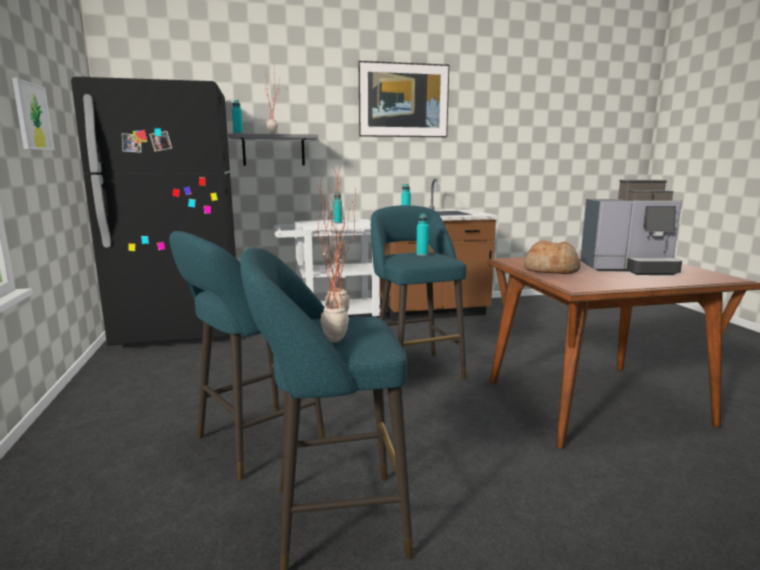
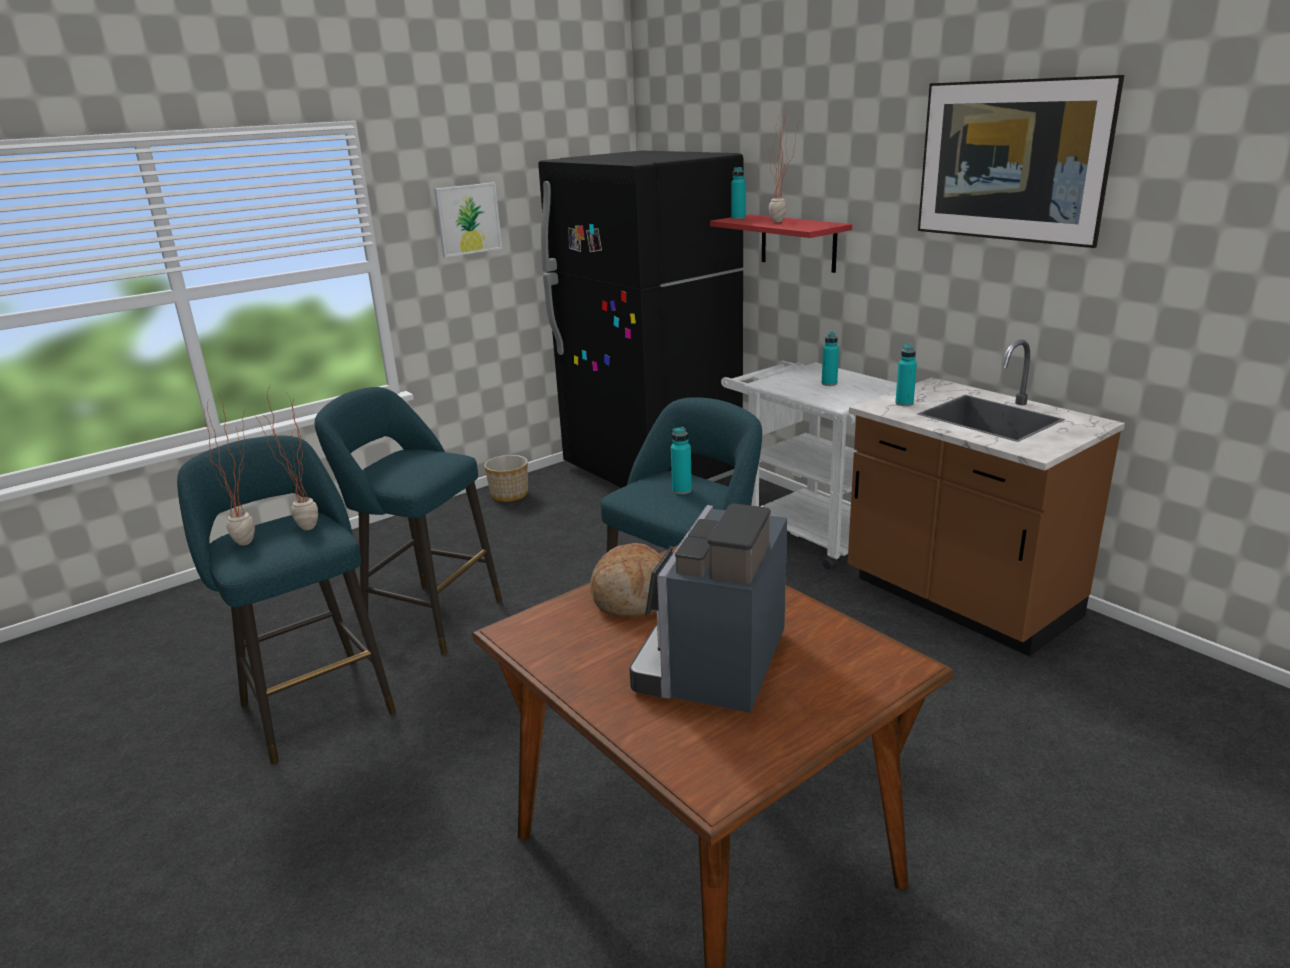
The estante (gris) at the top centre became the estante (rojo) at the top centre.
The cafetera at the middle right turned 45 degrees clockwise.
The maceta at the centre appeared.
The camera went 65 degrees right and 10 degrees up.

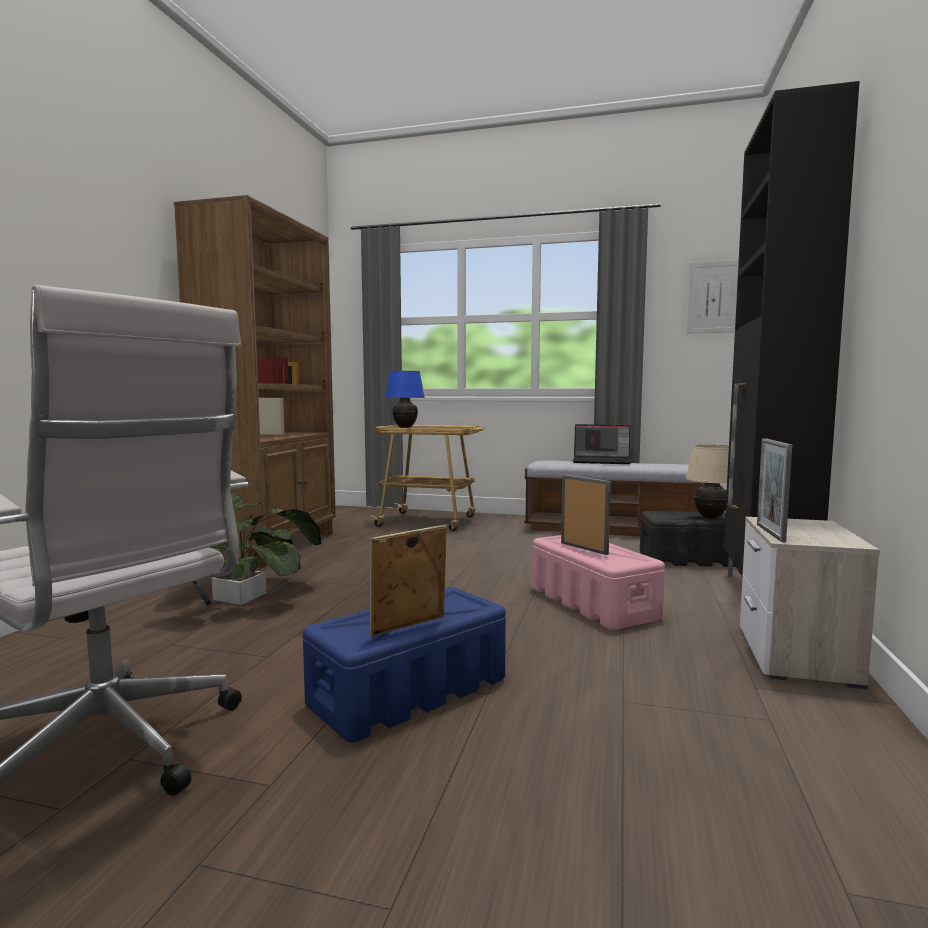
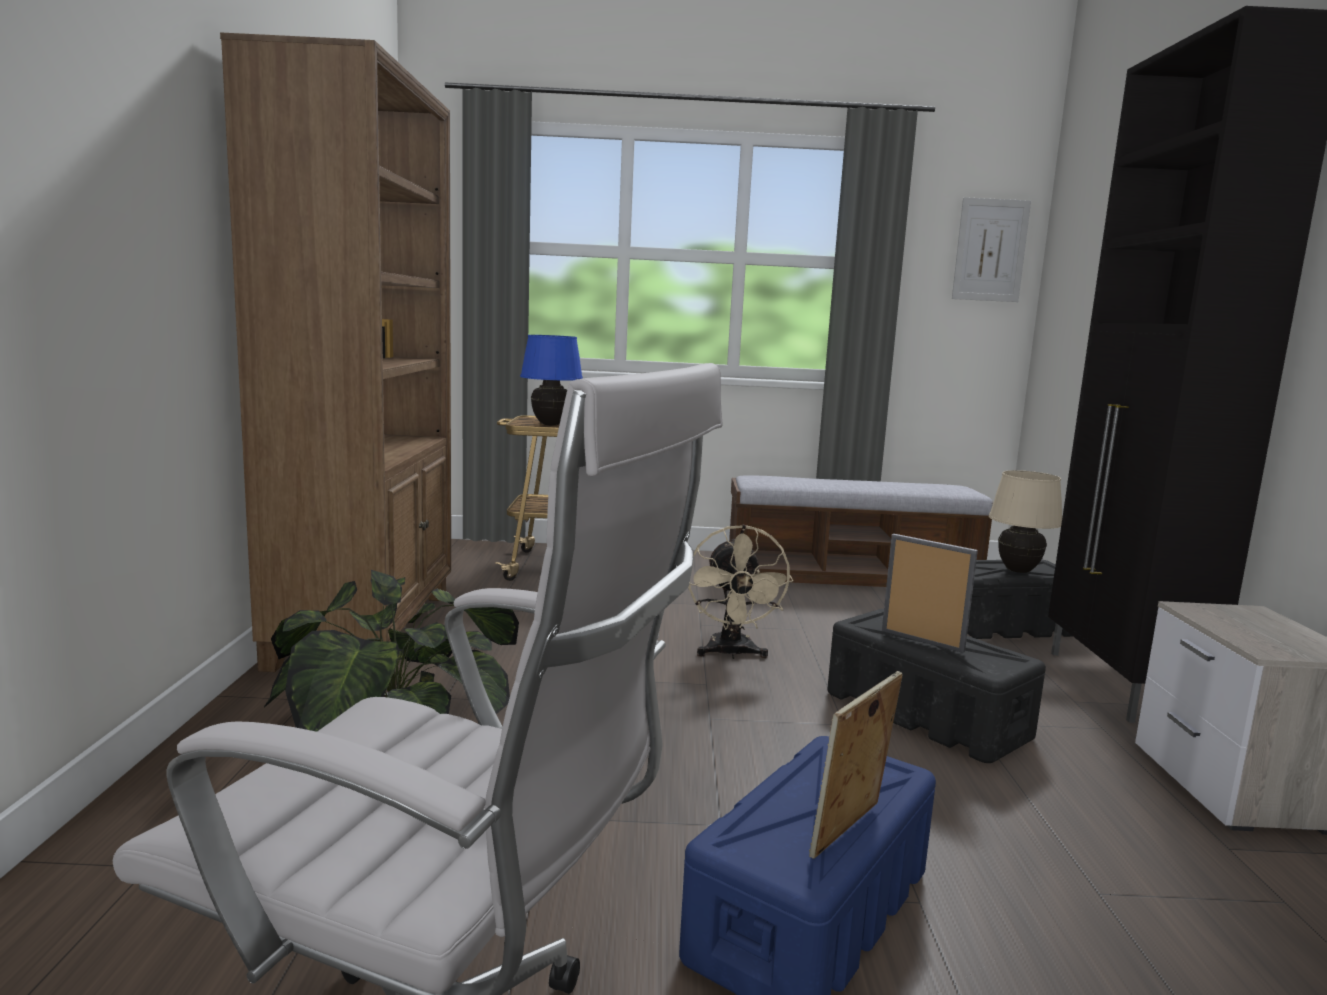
The caja de almacenaje (rosa) at the centre became the caja de almacenaje (negro) (1st from left) at the bottom right.
The portátil at the centre disappeared.
The portarretratos (3rd from left) at the middle right disappeared.
The ventilador (beis) at the centre appeared.
The camera went 15 degrees left and 5 degrees up.

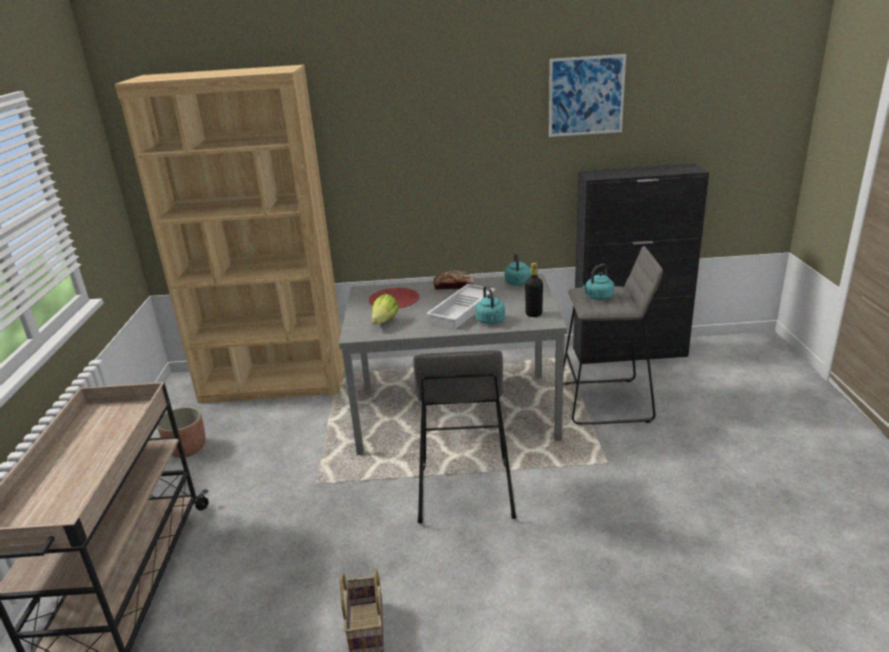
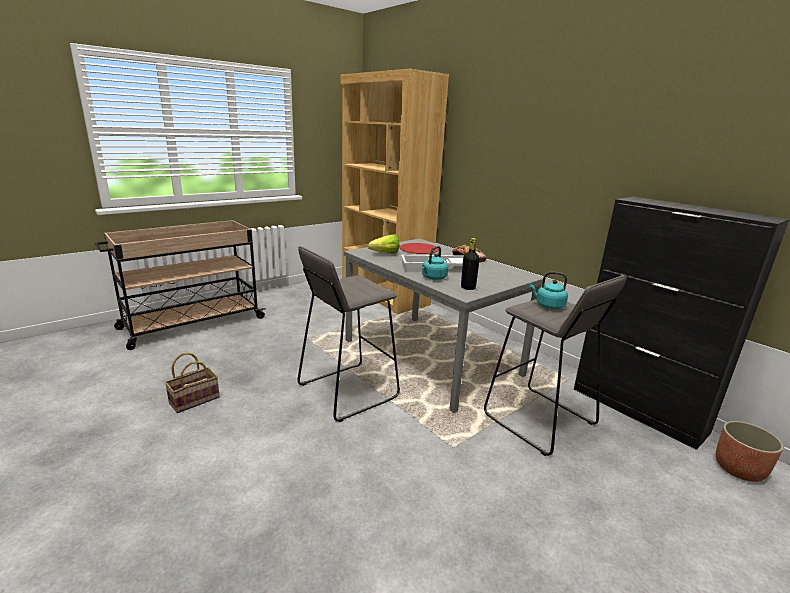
The maceta moved from the middle left to the bottom right.
The hervidor (turquesa) (2nd from left) at the centre disappeared.
The cuadro at the top centre disappeared.
The camera went 50 degrees right and 5 degrees down.

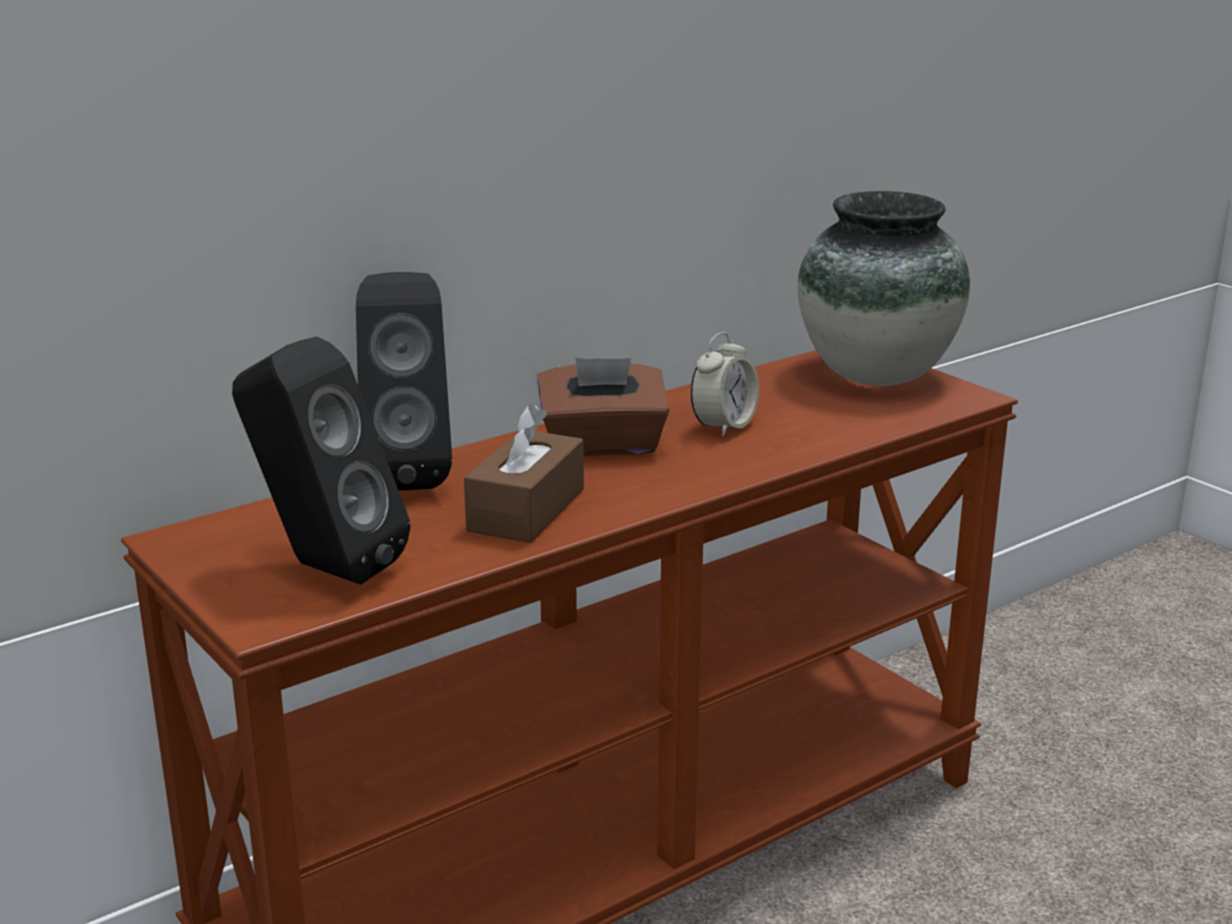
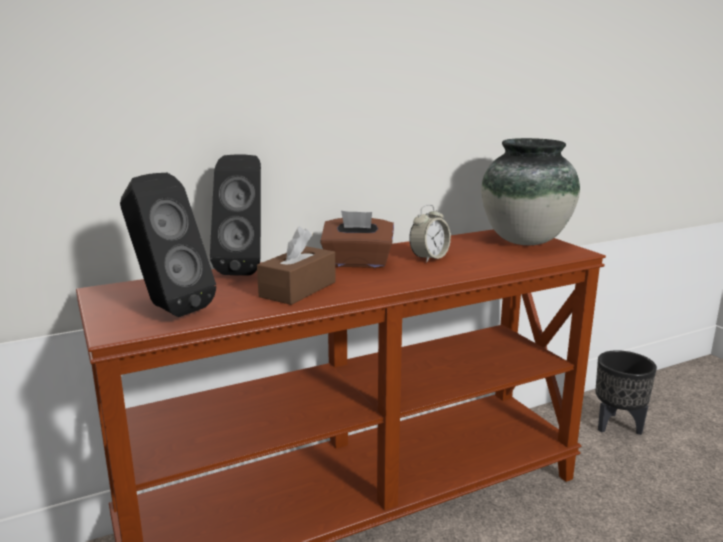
The maceta (negro) at the bottom right appeared.
The camera went 10 degrees right and 5 degrees down.

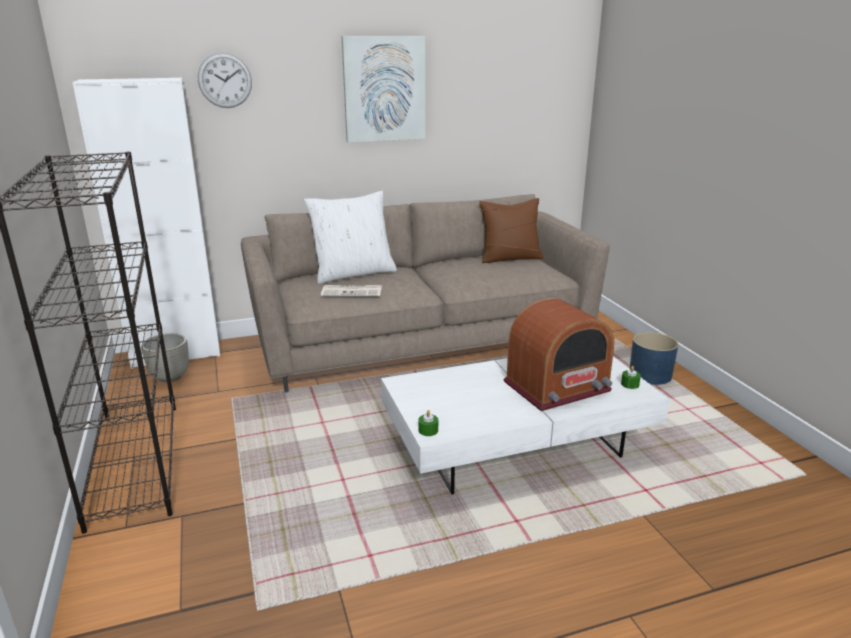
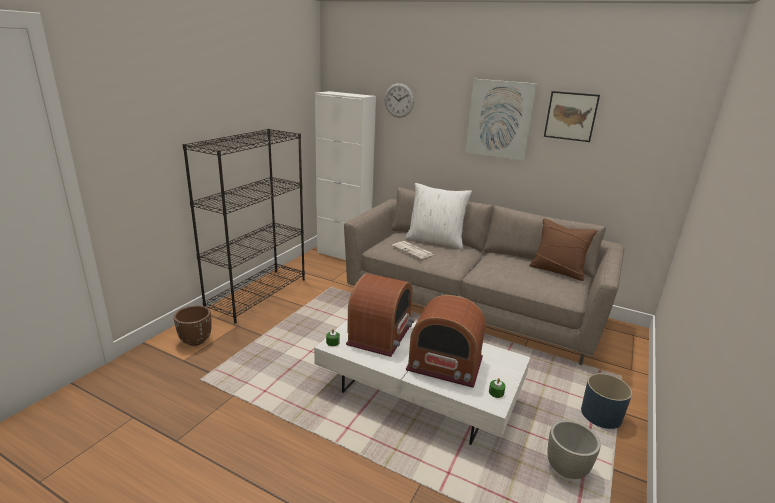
The maceta (gris) moved from the middle left to the bottom right.
The maceta (marrón) at the middle left appeared.
The radio (1st from left) at the centre appeared.
The cuadro (2nd from left) at the top right appeared.
The camera went 45 degrees right and 0 degrees up.

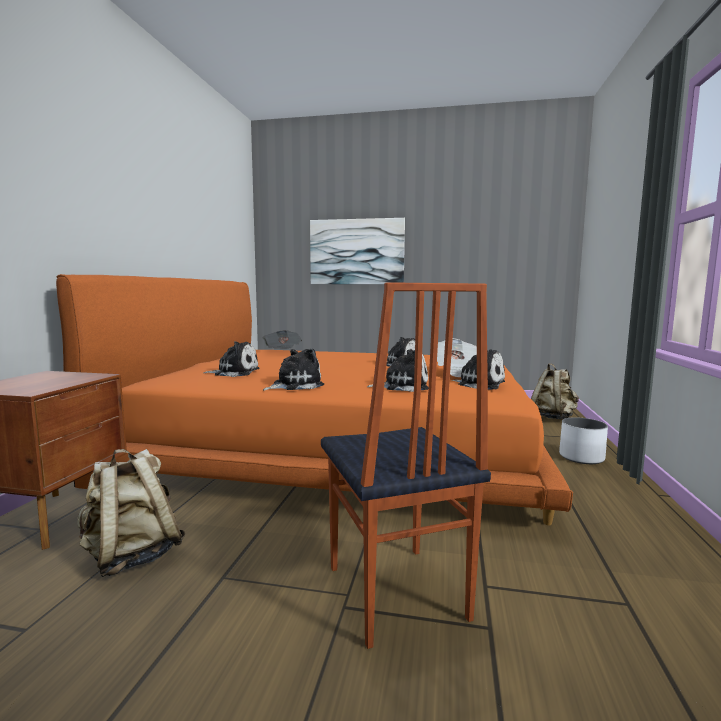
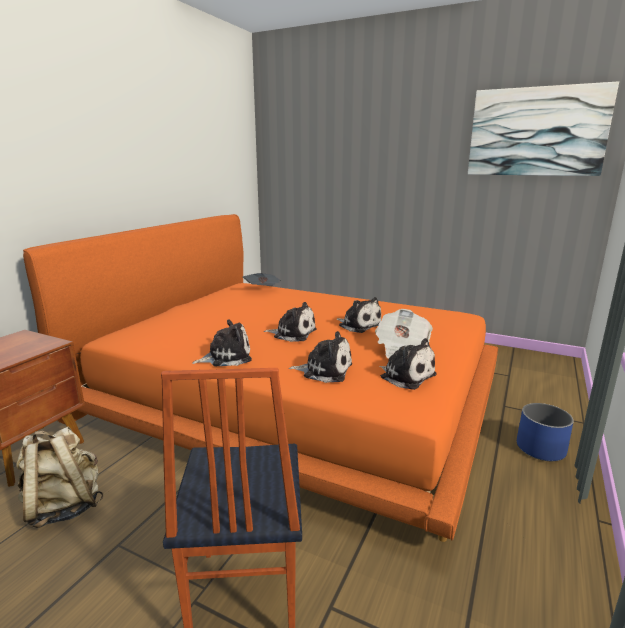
The peluche (1st from left in the first image) moved from the middle left to the centre.
The cuadro moved from the centre to the top right.
The mochila (beis) (2nd from left) at the middle right disappeared.
The maceta (blanco) at the middle right became the maceta (azul) at the bottom right.
The camera went 15 degrees right and 10 degrees up.

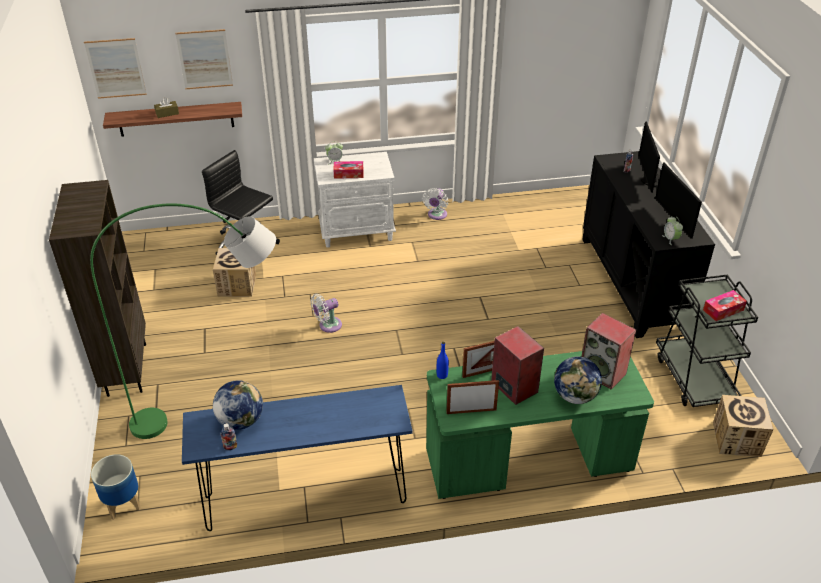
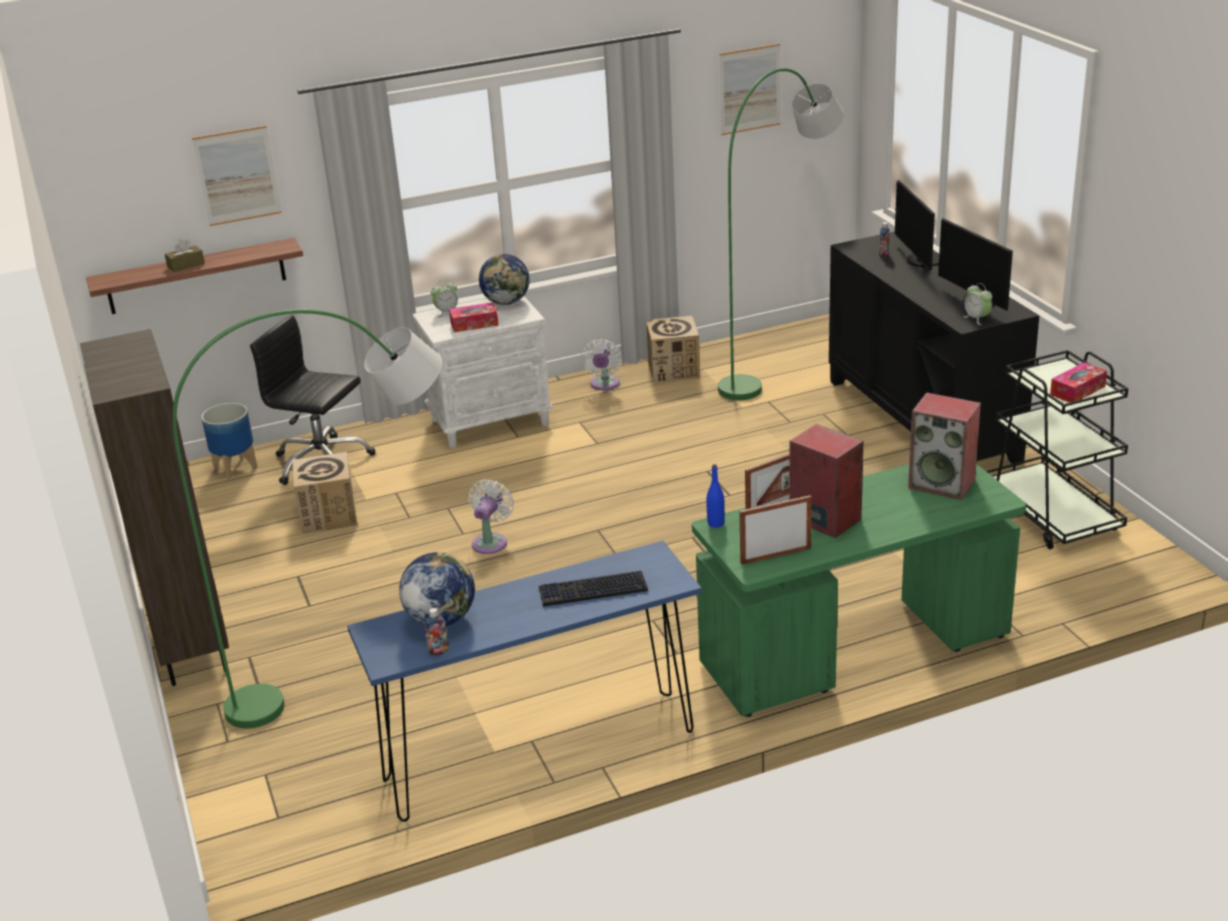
The cuadro (1st from left in the first image) moved from the top left to the top centre.
The maceta moved from the bottom left to the middle left.
The ventilador (blanco) (1st from left) at the centre turned 150 degrees clockwise.
The globo terráqueo (2nd from left) moved from the middle right to the top centre.
The caja de cartón (2nd from left) moved from the bottom right to the centre.
The teclado at the centre appeared.
The lámpara de pie (verde) (2nd from left) at the top centre appeared.
The camera went 10 degrees left and 10 degrees down.

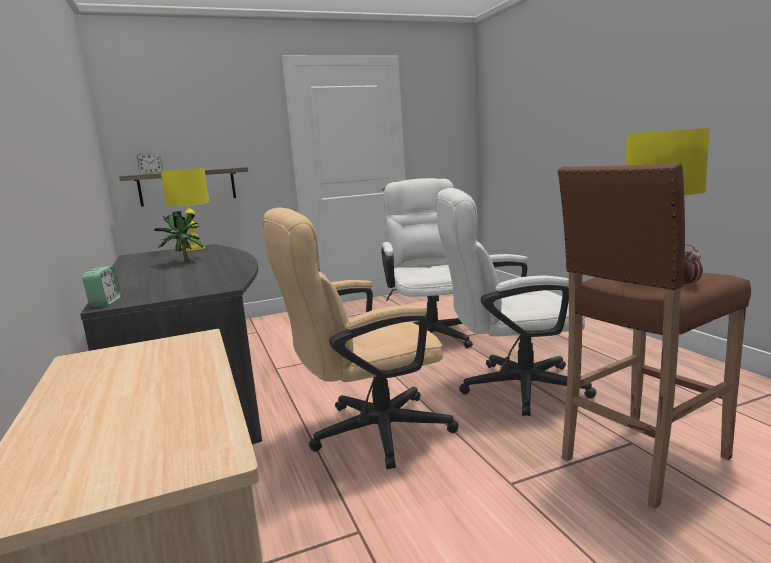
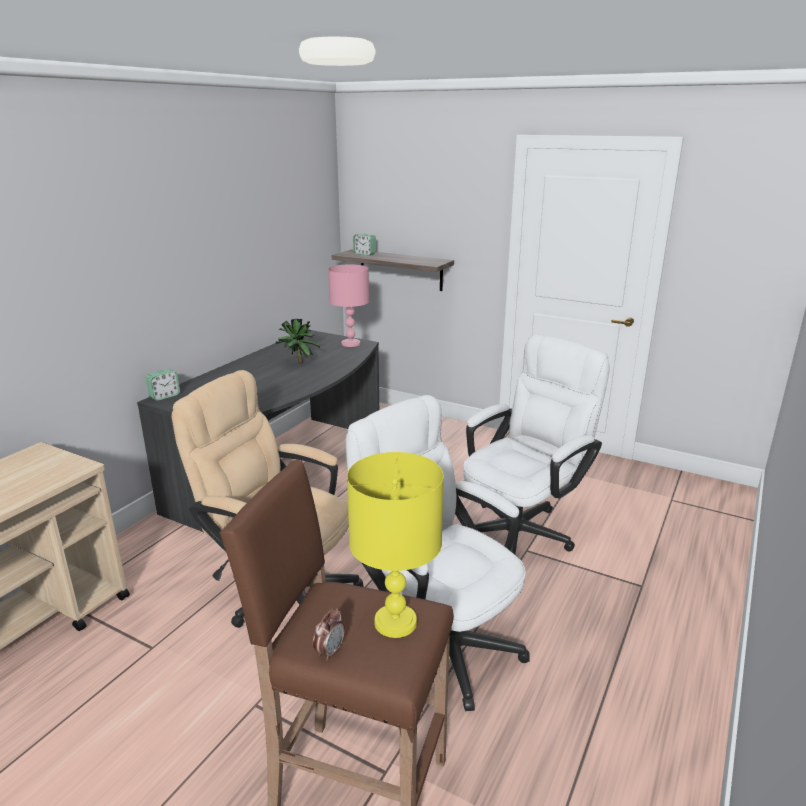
The lámpara de mesa (amarillo) (1st from left) at the middle left became the lámpara de mesa (rosa) at the centre.
The camera went 50 degrees right and 10 degrees up.

